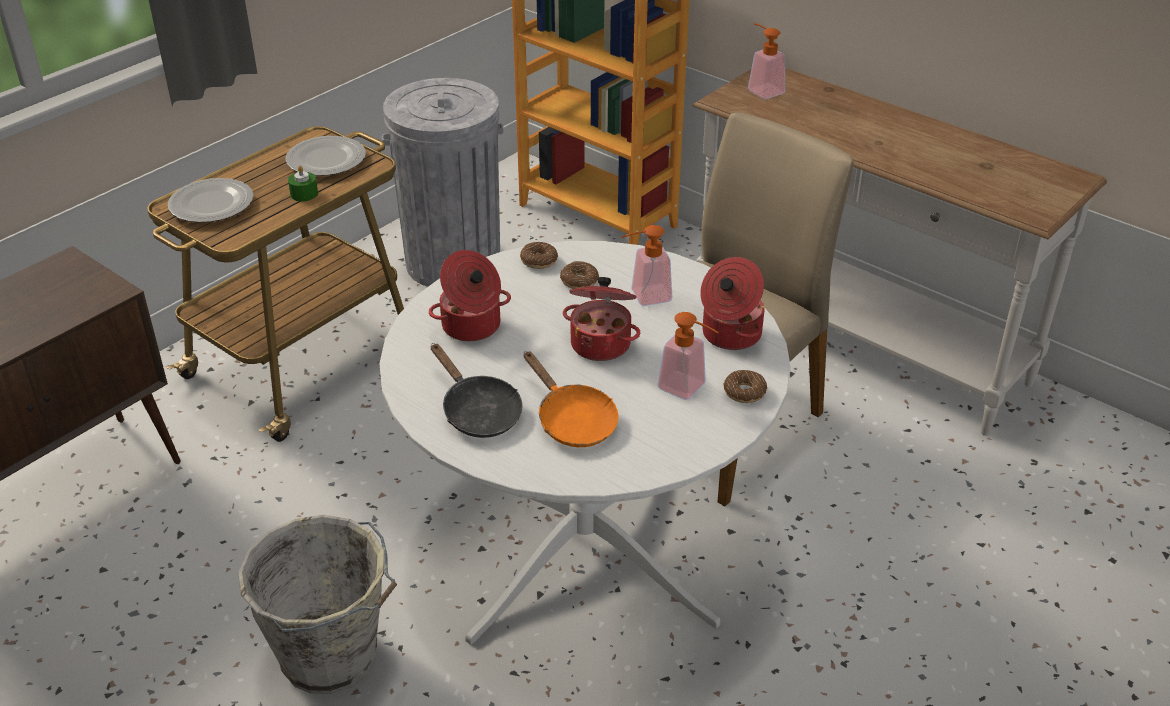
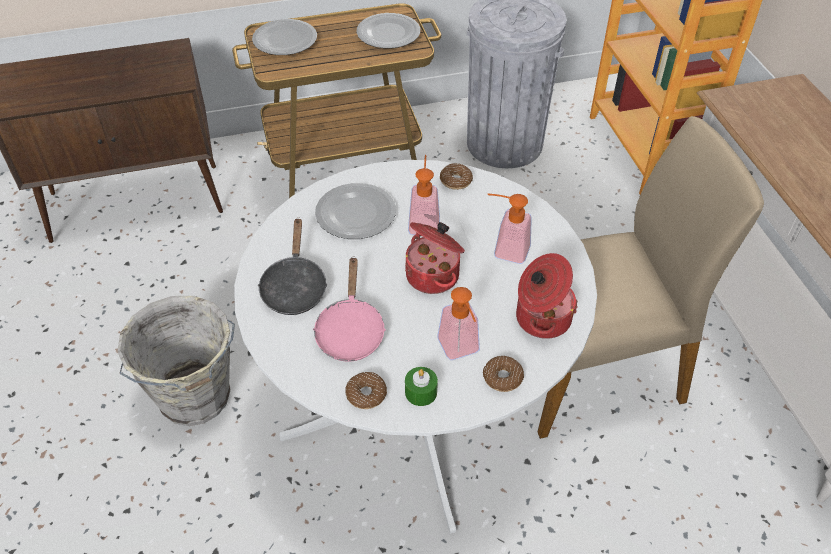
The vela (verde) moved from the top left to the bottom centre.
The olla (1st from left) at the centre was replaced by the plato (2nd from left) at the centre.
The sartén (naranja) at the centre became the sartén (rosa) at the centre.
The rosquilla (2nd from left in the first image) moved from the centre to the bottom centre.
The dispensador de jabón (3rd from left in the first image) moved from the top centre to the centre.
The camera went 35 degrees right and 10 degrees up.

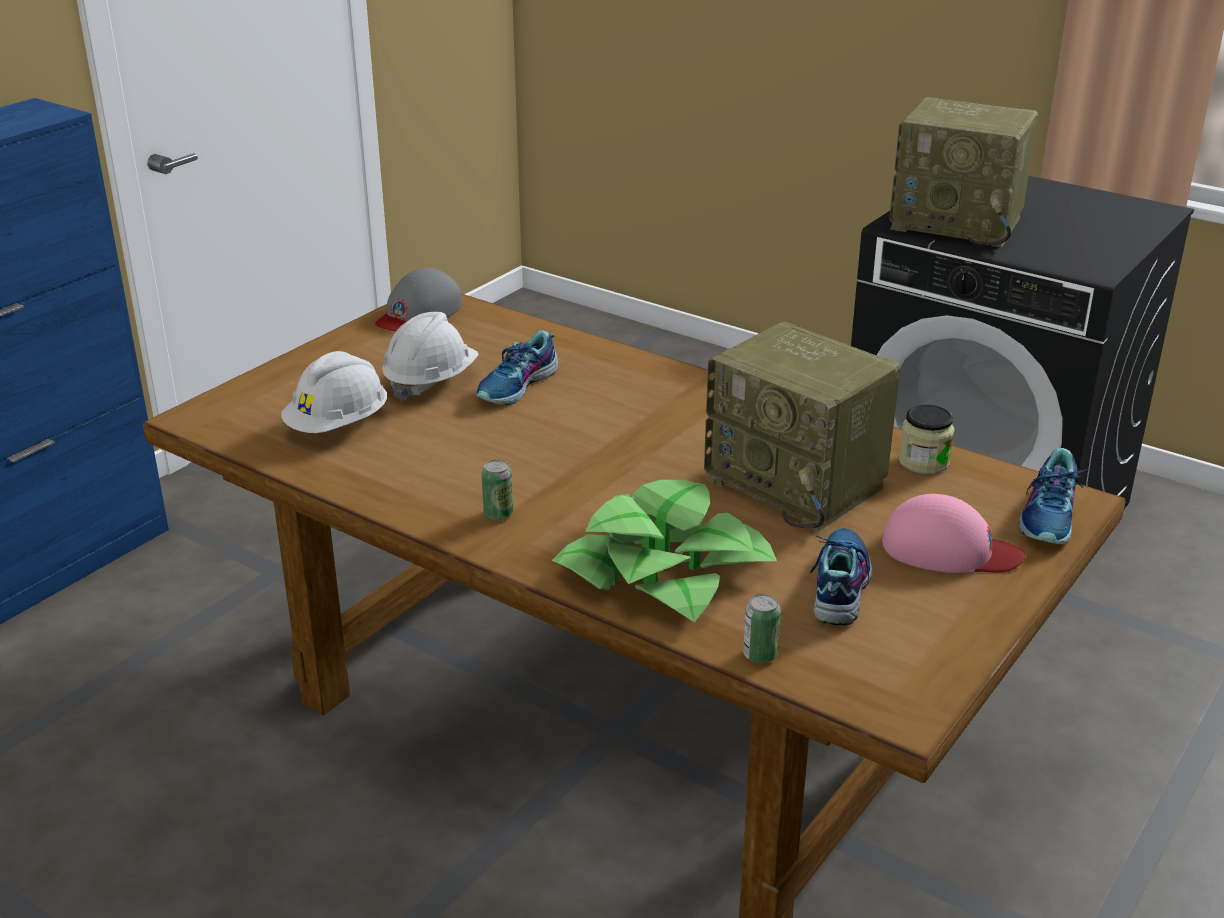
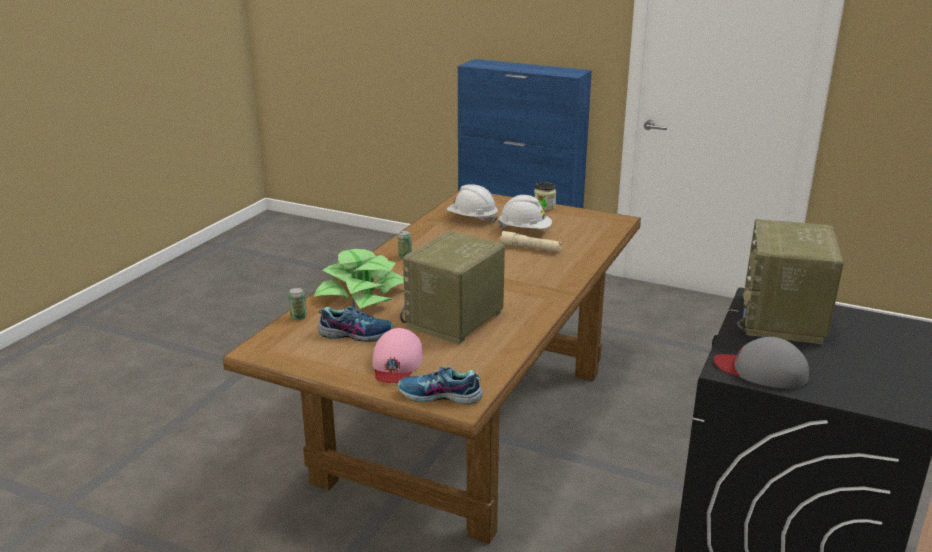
The gorra (gris) moved from the top centre to the middle right.
The zapato (1st from left) at the centre was replaced by the linterna (beis) at the centre.
The tarro moved from the middle right to the centre.
The camera went 80 degrees right and 5 degrees down.

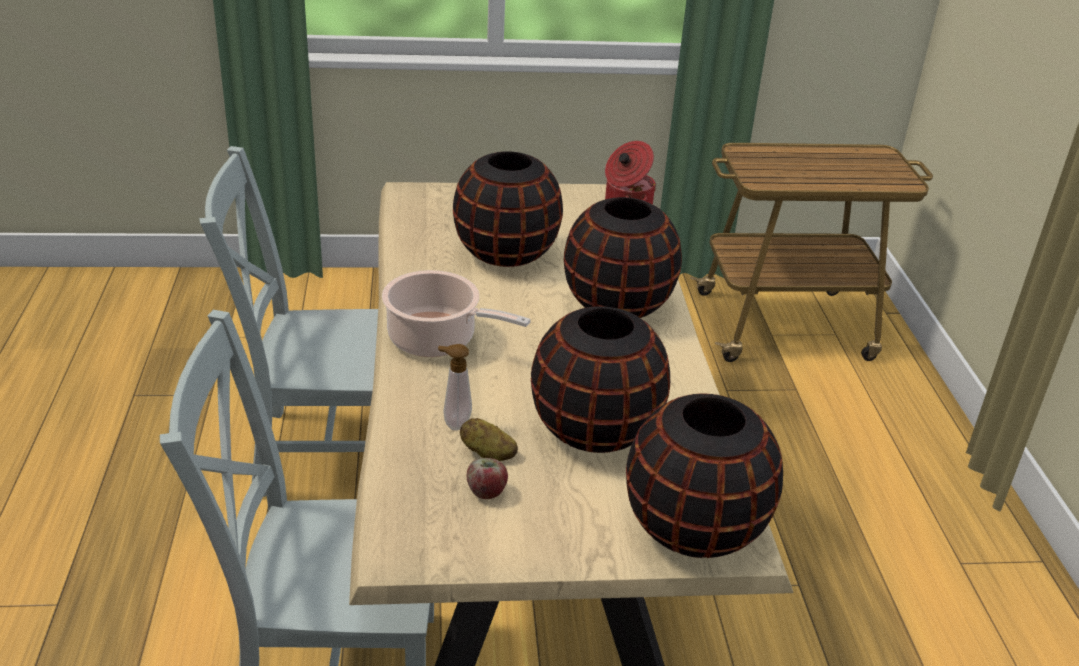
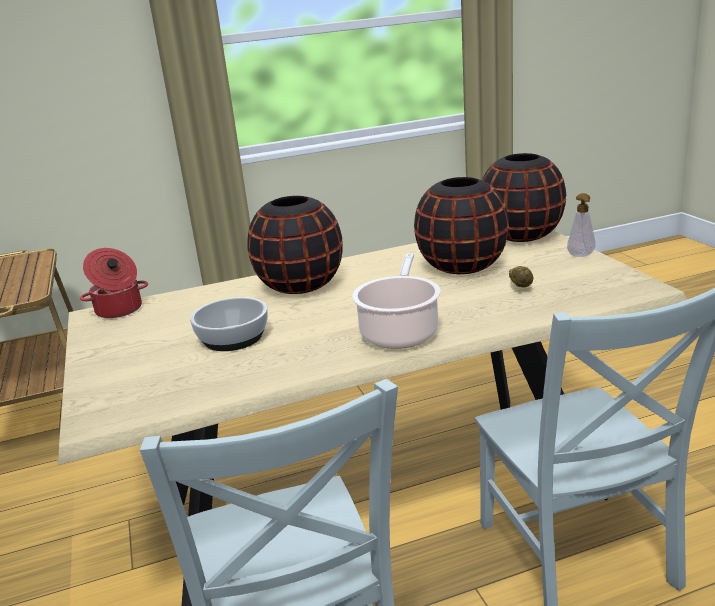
The dispensador de jabón moved from the centre to the middle right.
The florero (negro) (1st from left) at the top centre was replaced by the cuenco at the middle left.
The manzana at the bottom centre disappeared.
The camera went 100 degrees left and 10 degrees down.

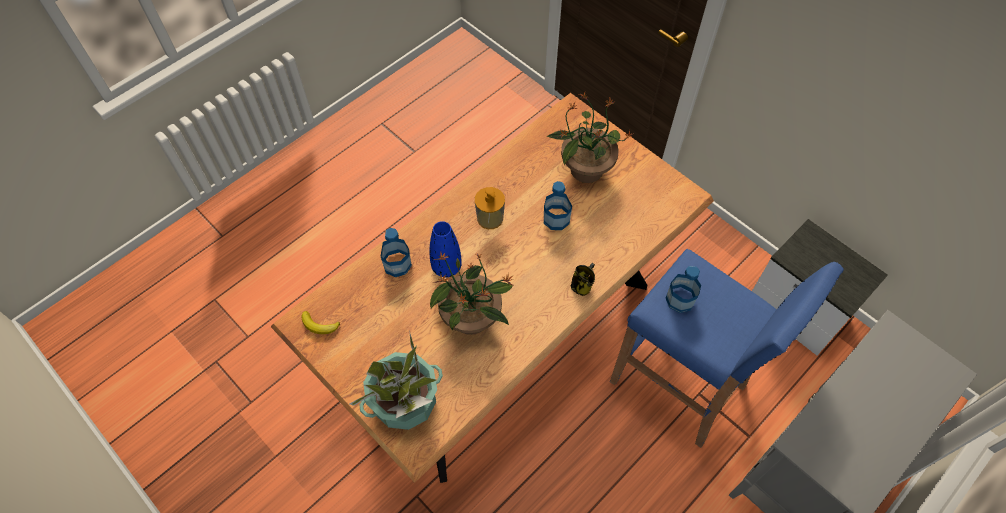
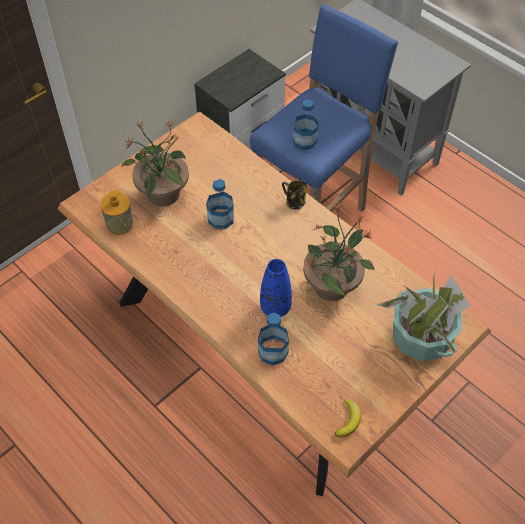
The dispensador de jabón moved from the centre to the middle left.
The camera went 90 degrees left and 5 degrees down.

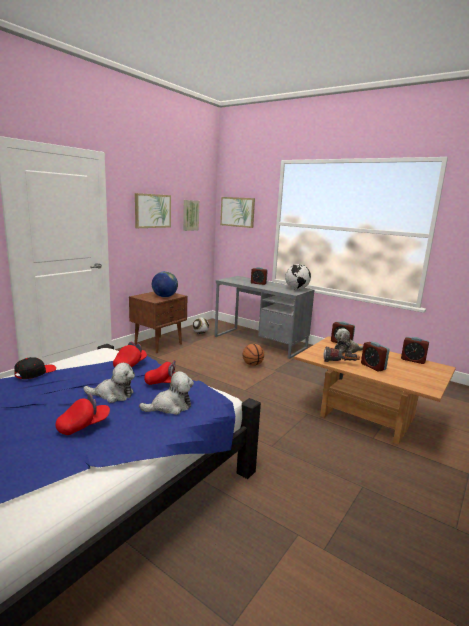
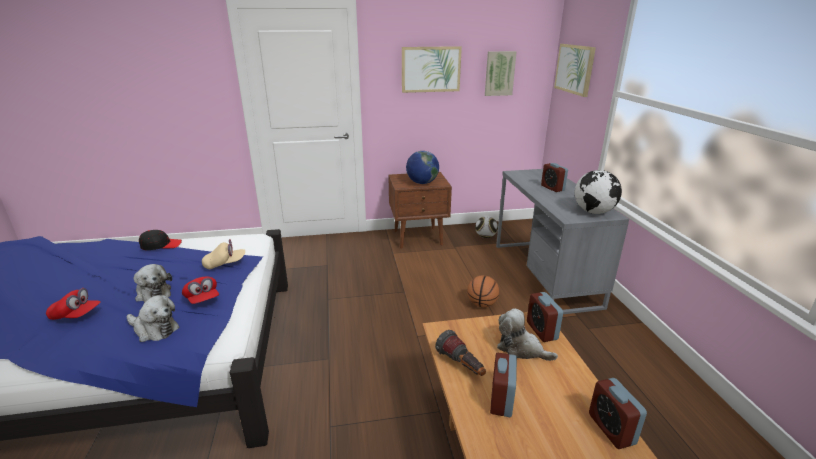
The gorra (rojo) (2nd from left) at the middle left became the gorra (beis) at the middle left.
The camera went 45 degrees right and 10 degrees up.

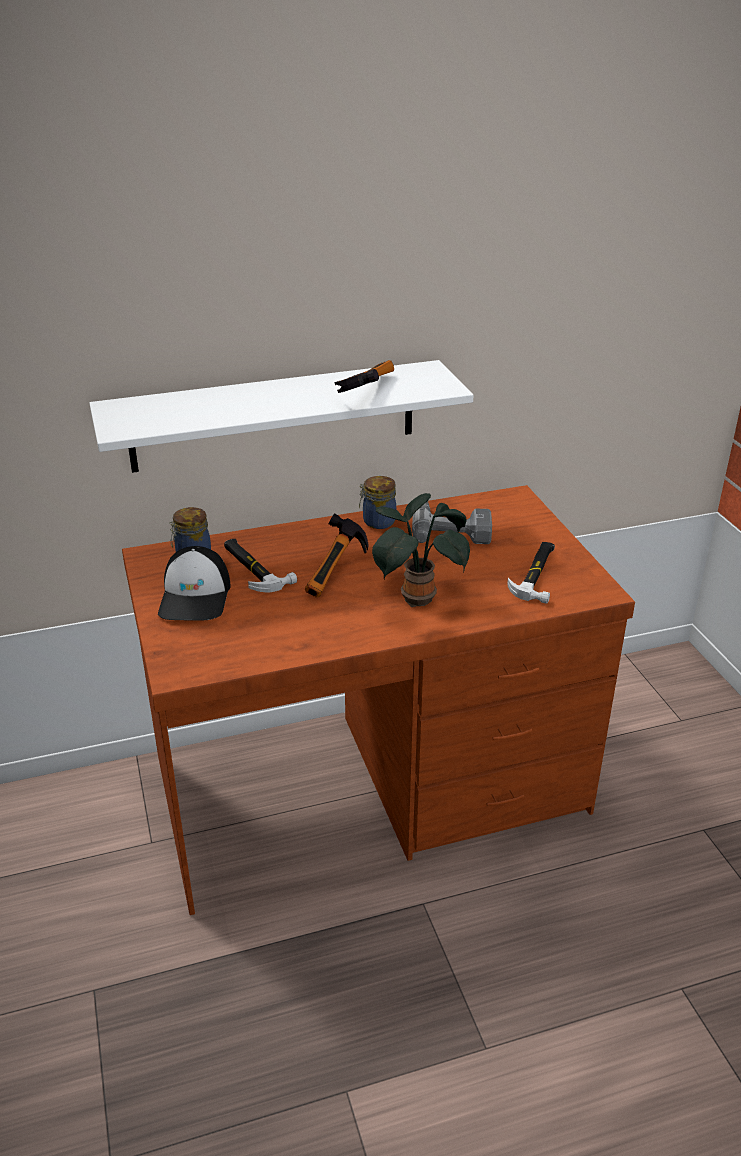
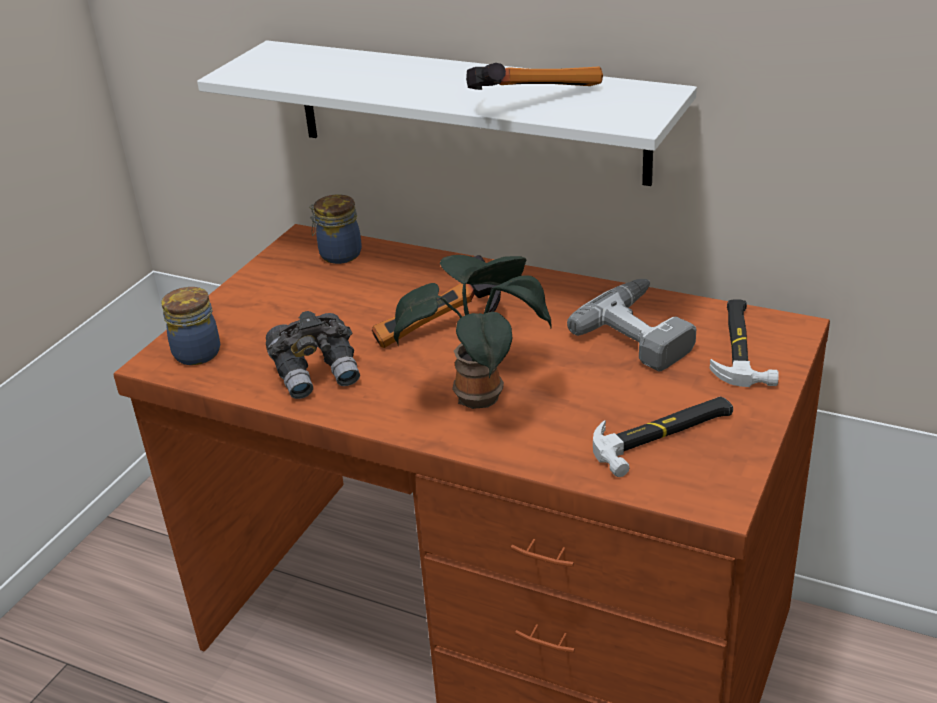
The gorra at the middle left disappeared.
The martillo (1st from left in the first image) moved from the centre to the middle right.
The tarro (2nd from left in the first image) moved from the centre to the middle left.
The prismáticos (gris) at the centre appeared.
The camera went 45 degrees right and 0 degrees up.

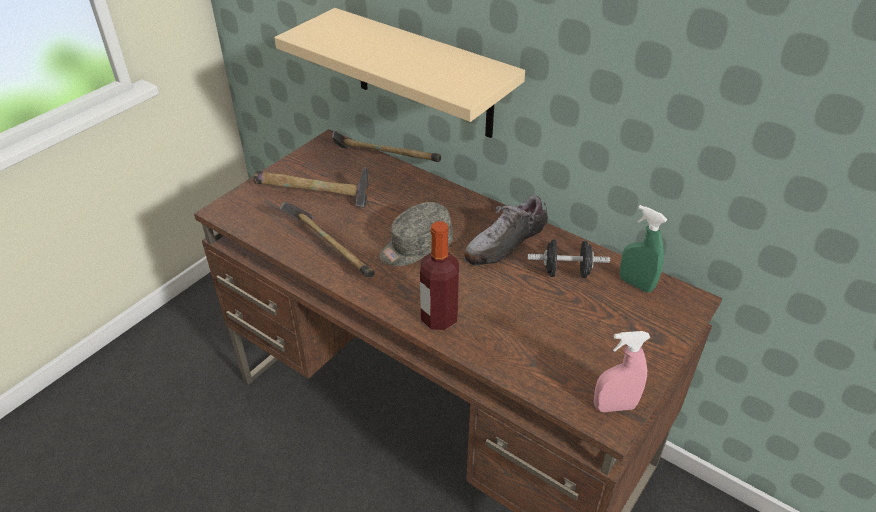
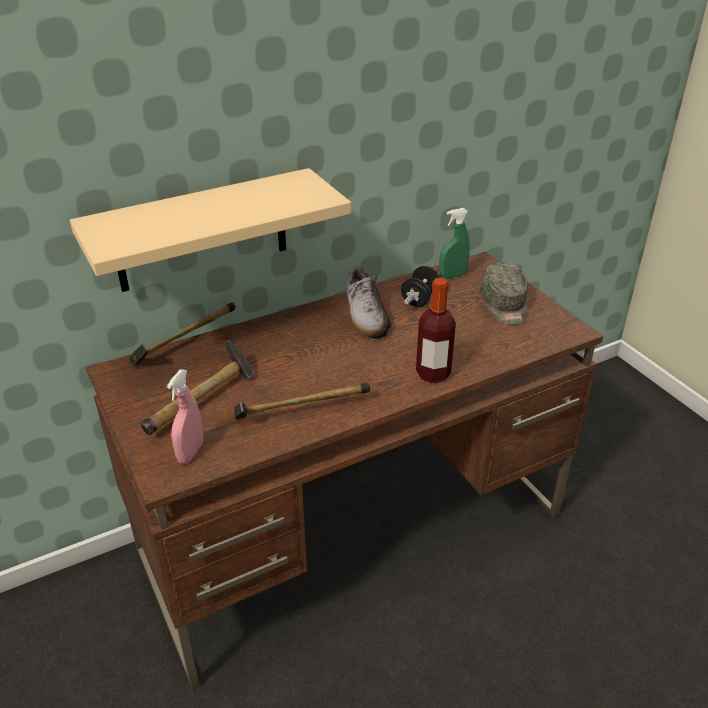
The gorra (gris) moved from the centre to the middle right.
The pulverizador (rosa) moved from the bottom right to the middle left.
The camera went 65 degrees left and 5 degrees down.

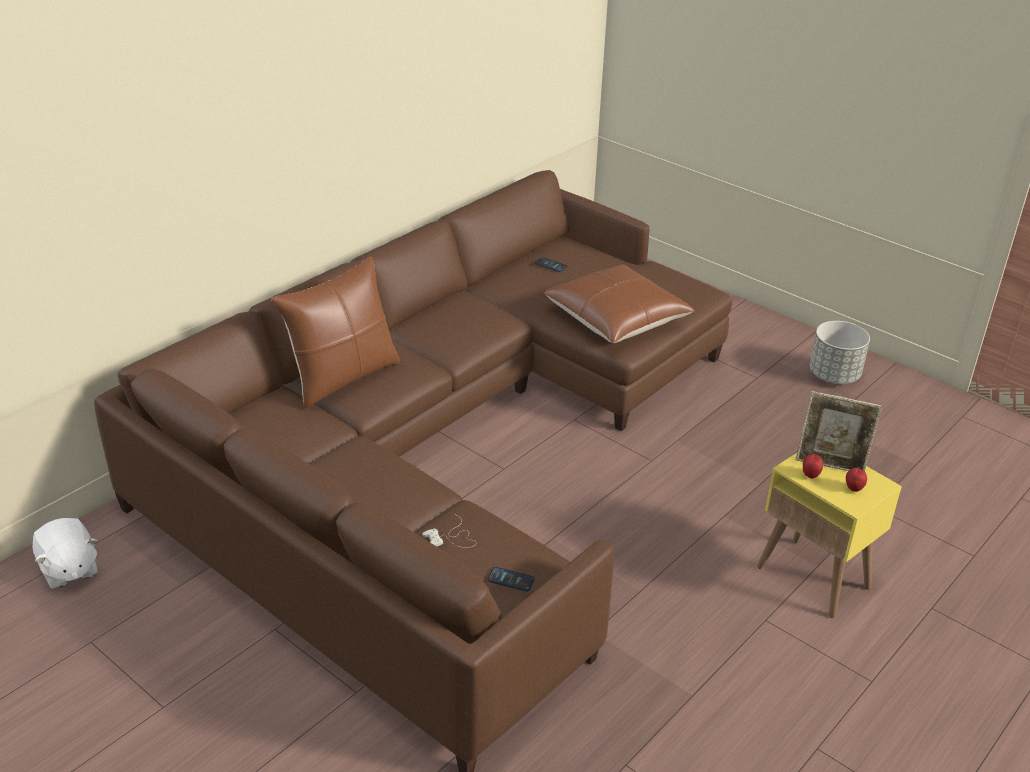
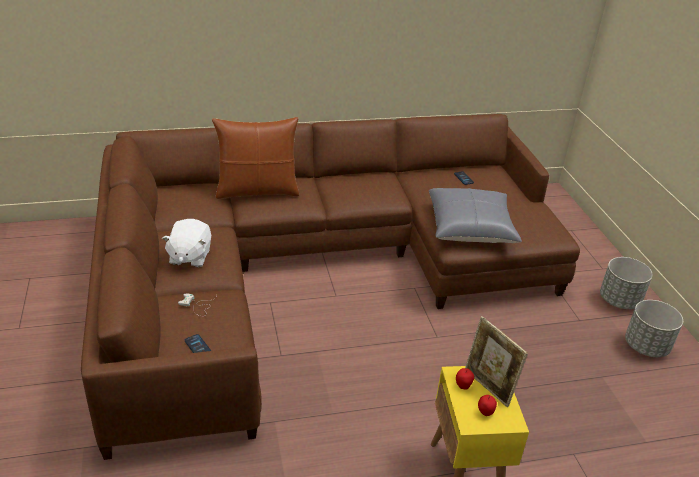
The peluche (blanco) moved from the bottom left to the middle left.
The cojín (marrón) (2nd from left) at the centre became the cojín (gris) at the middle right.
The maceta (gris) (1st from left) at the middle right appeared.
The camera went 35 degrees right and 0 degrees up.

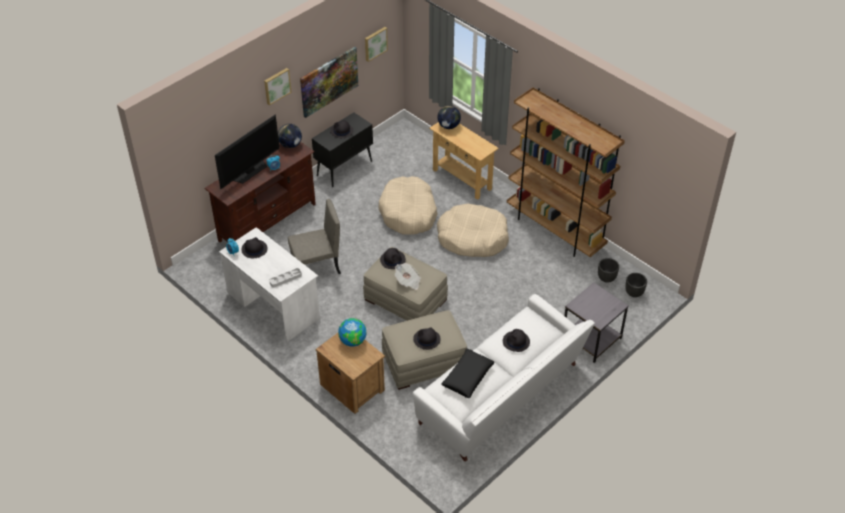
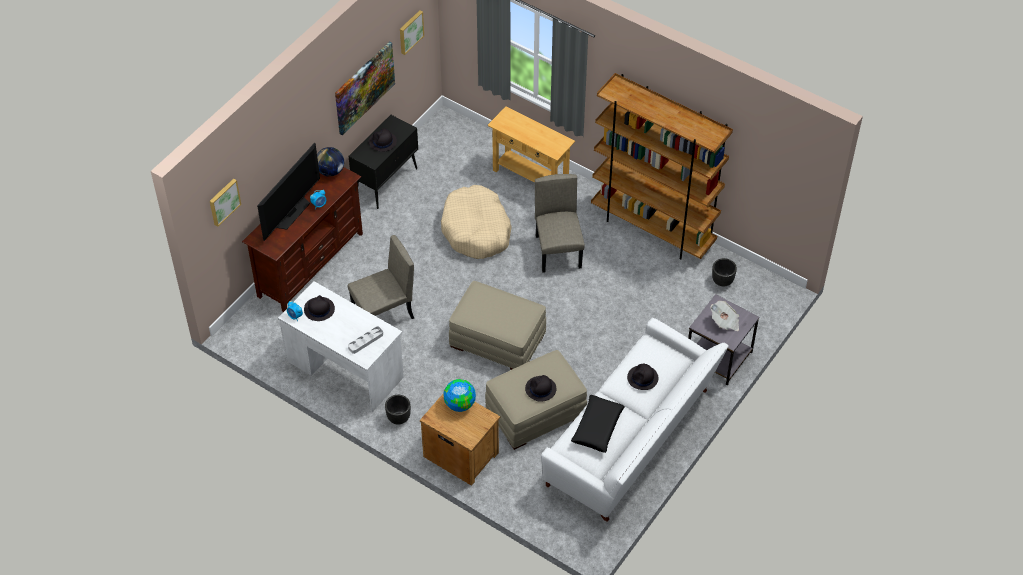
The cuadro (1st from left) moved from the top left to the middle left.
The sombrero (negro) (3rd from left) at the centre disappeared.
The periódico moved from the centre to the middle right.
The globo terráqueo (3rd from left) at the top centre disappeared.
The cama para perro (beis) (2nd from left) at the centre was replaced by the silla (beis) (2nd from left) at the centre.
The maceta (negro) (2nd from left in the first image) moved from the middle right to the bottom centre.
The camera went 10 degrees left and 5 degrees up.

